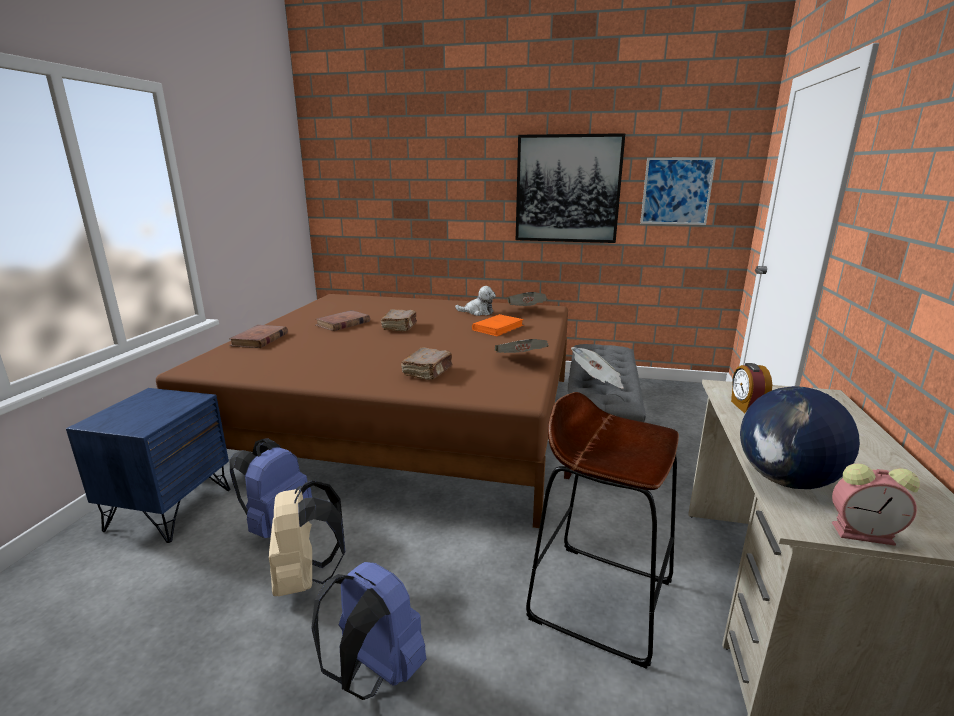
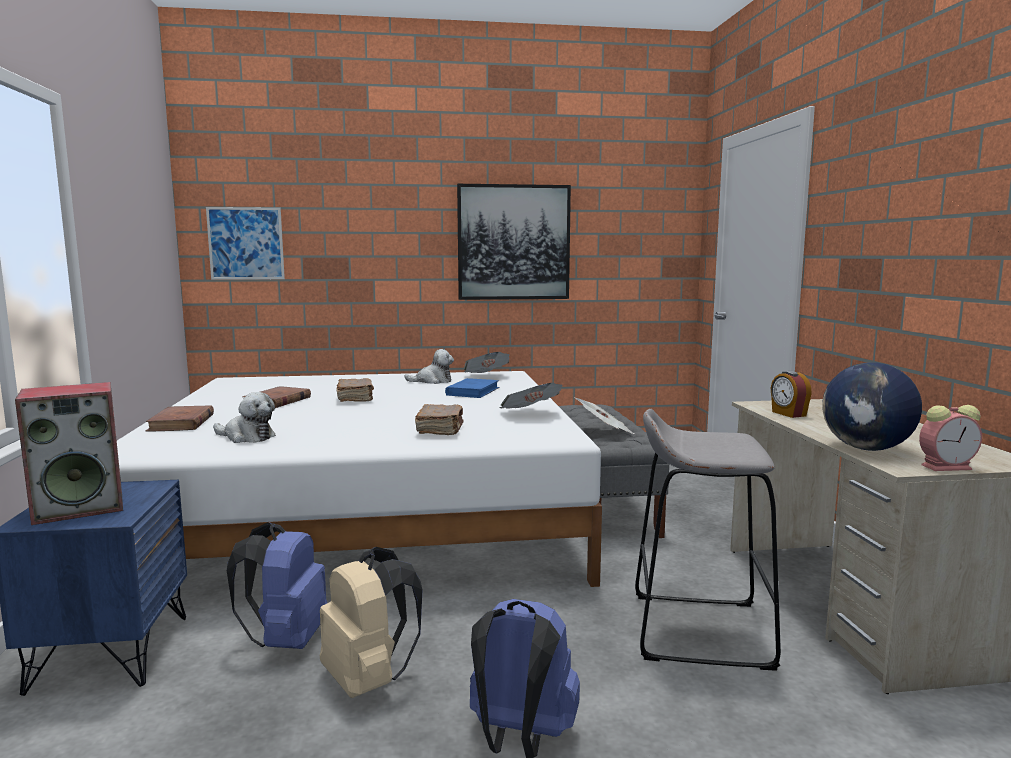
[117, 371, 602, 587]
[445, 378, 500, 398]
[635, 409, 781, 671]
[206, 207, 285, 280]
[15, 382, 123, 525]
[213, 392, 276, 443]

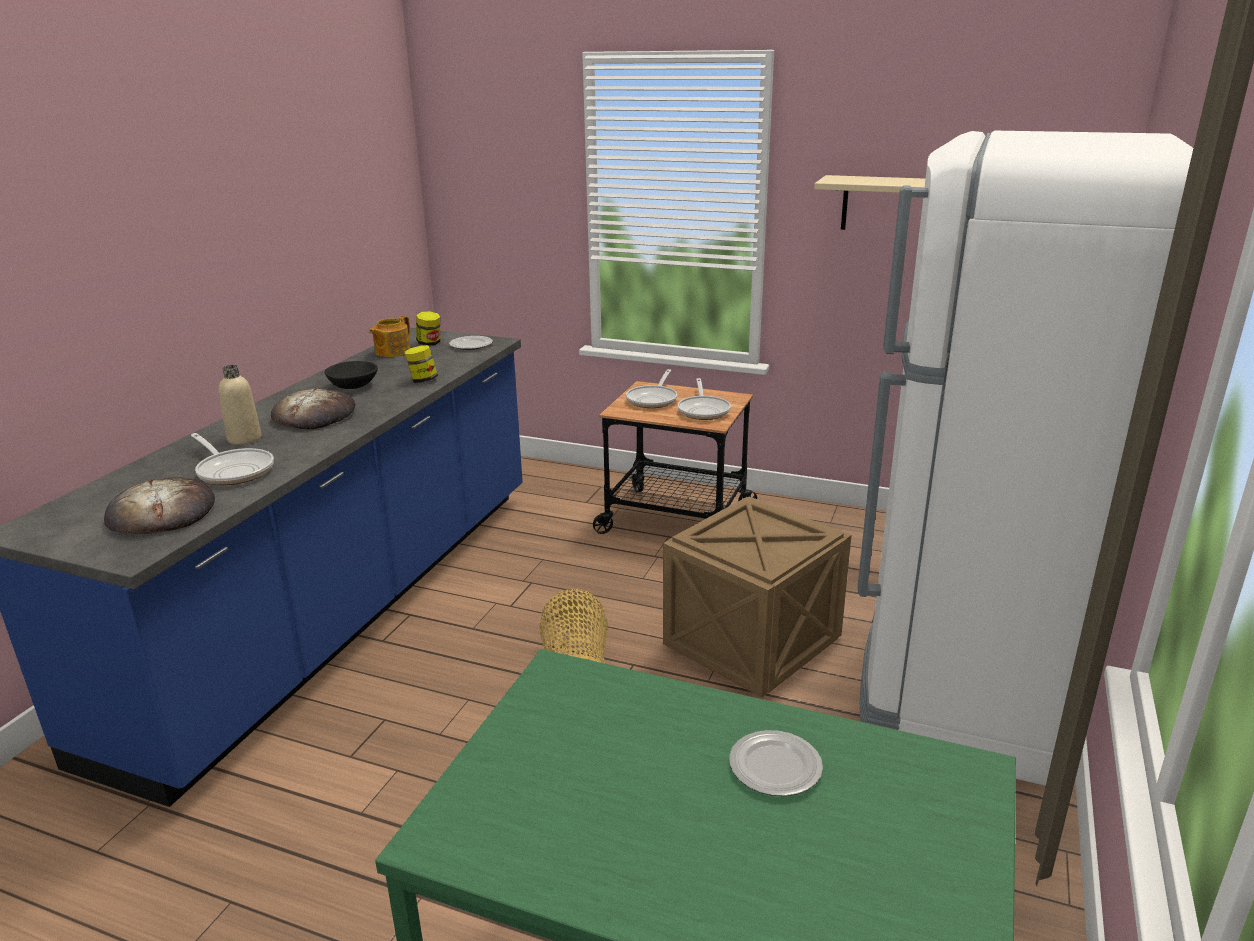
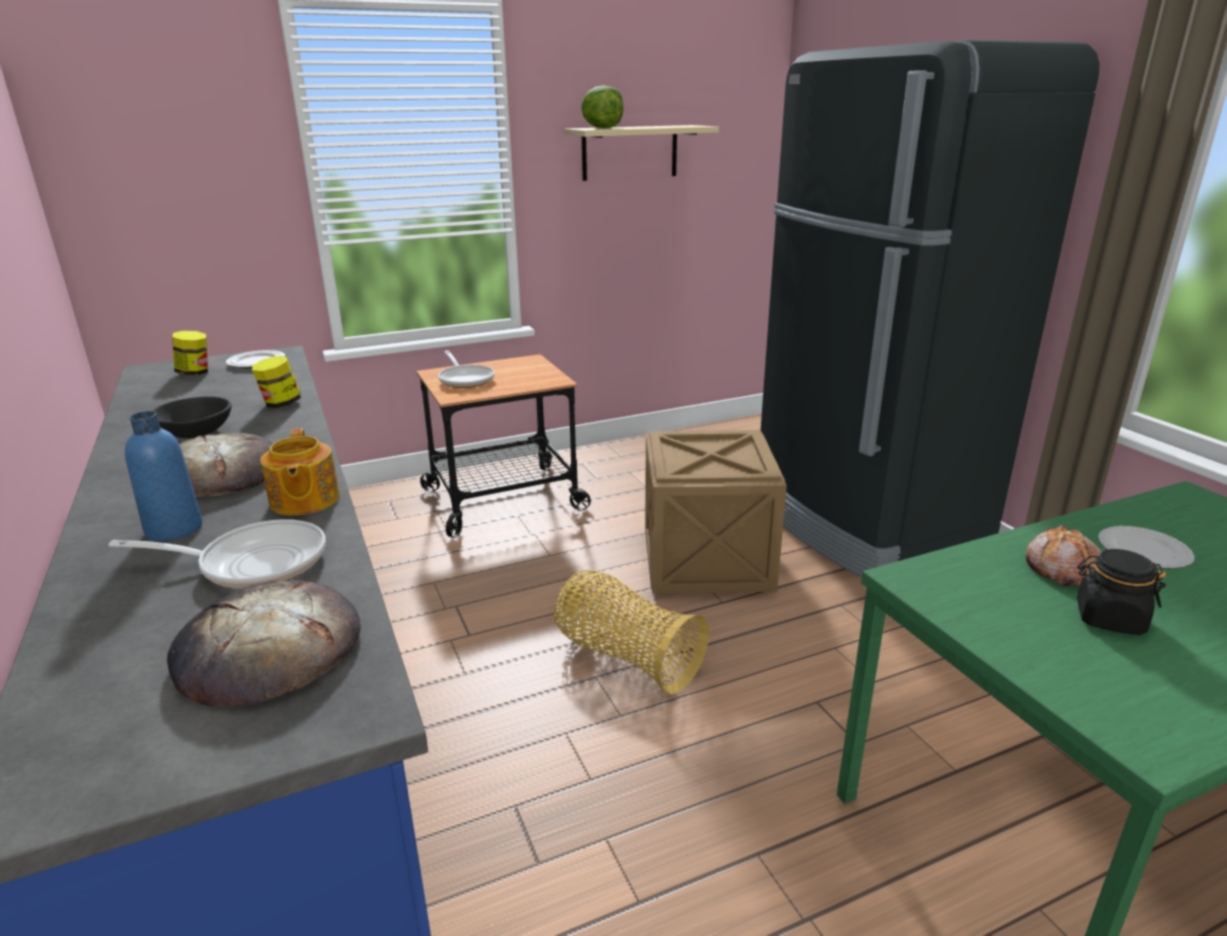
[125, 411, 202, 541]
[260, 428, 340, 515]
[678, 378, 731, 420] (first image)
[761, 40, 1100, 578]
[581, 86, 623, 128]
[1026, 525, 1102, 586]
[1077, 549, 1166, 635]

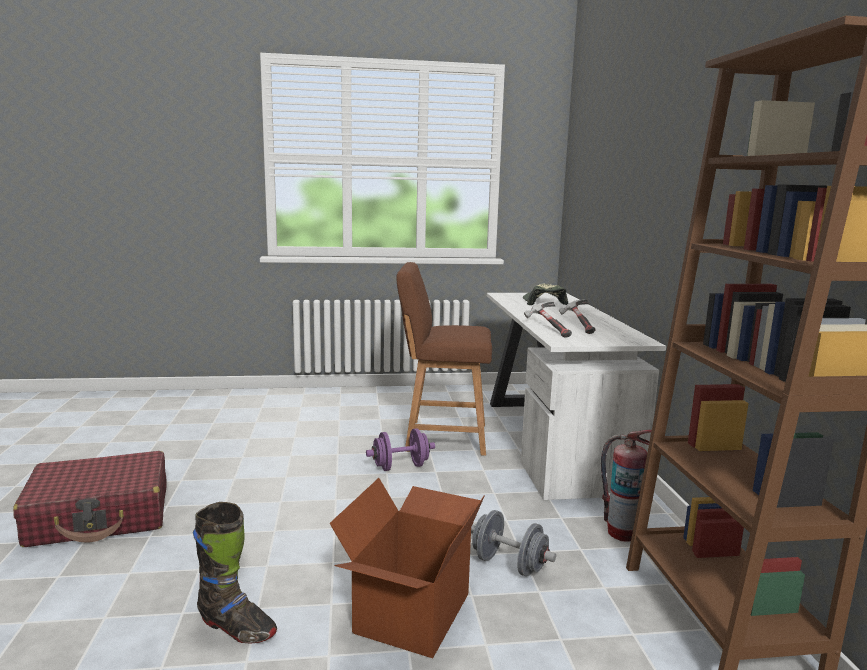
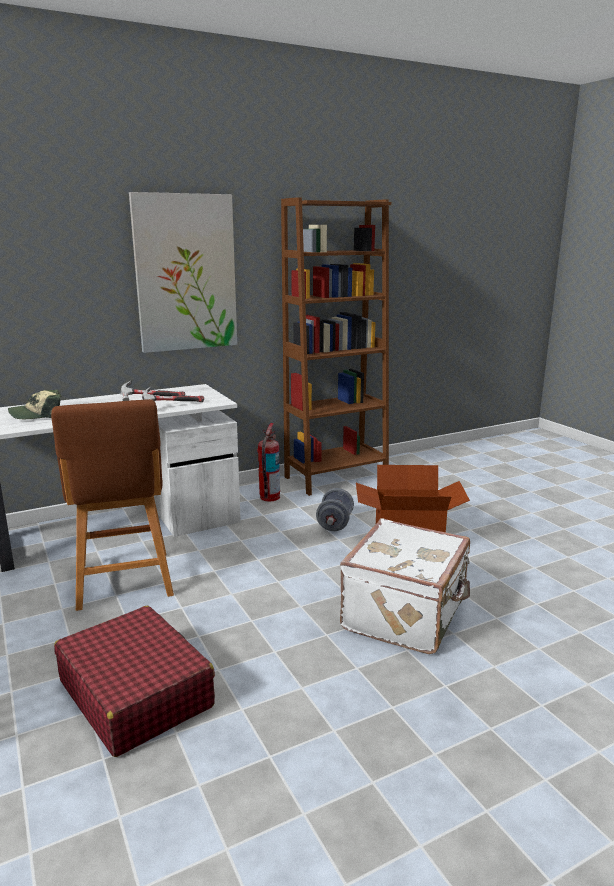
[54, 606, 215, 757]
[193, 502, 277, 644] (first image)
[366, 428, 435, 471] (first image)
[129, 192, 237, 353]
[340, 518, 470, 654]

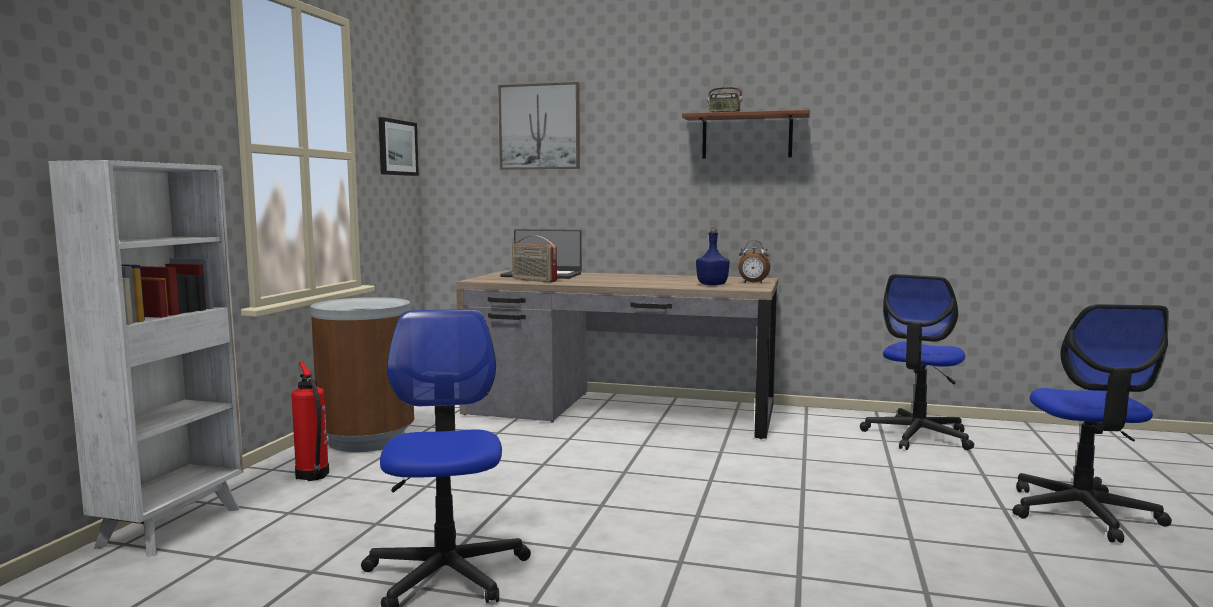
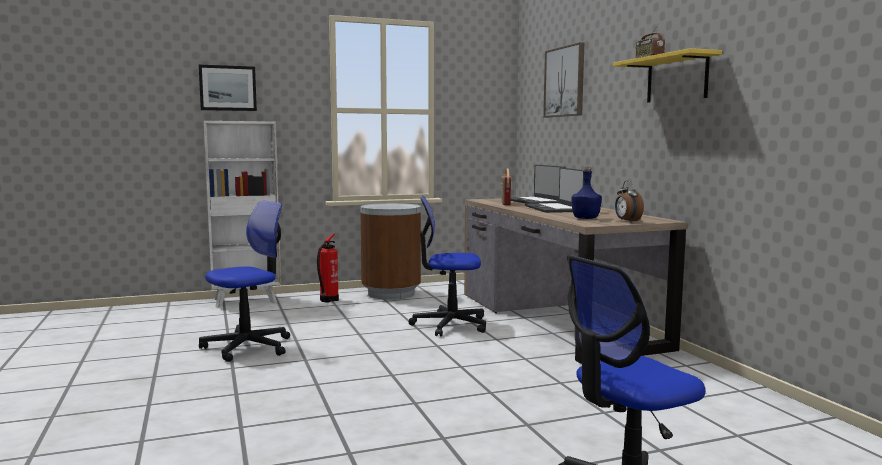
[199, 65, 257, 111]
[613, 48, 722, 103]
[409, 196, 486, 337]
[525, 167, 585, 213]

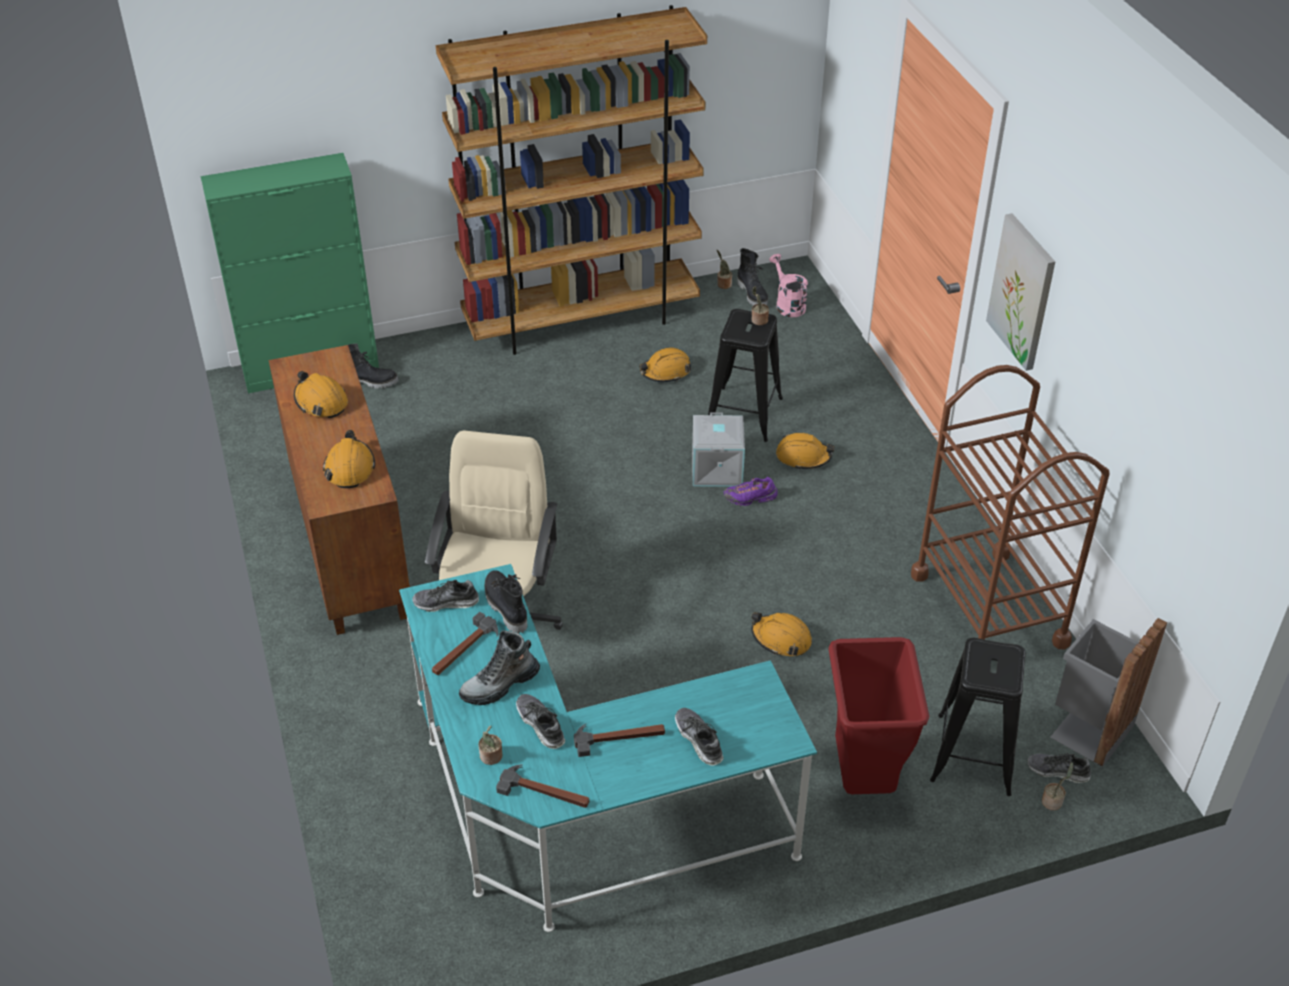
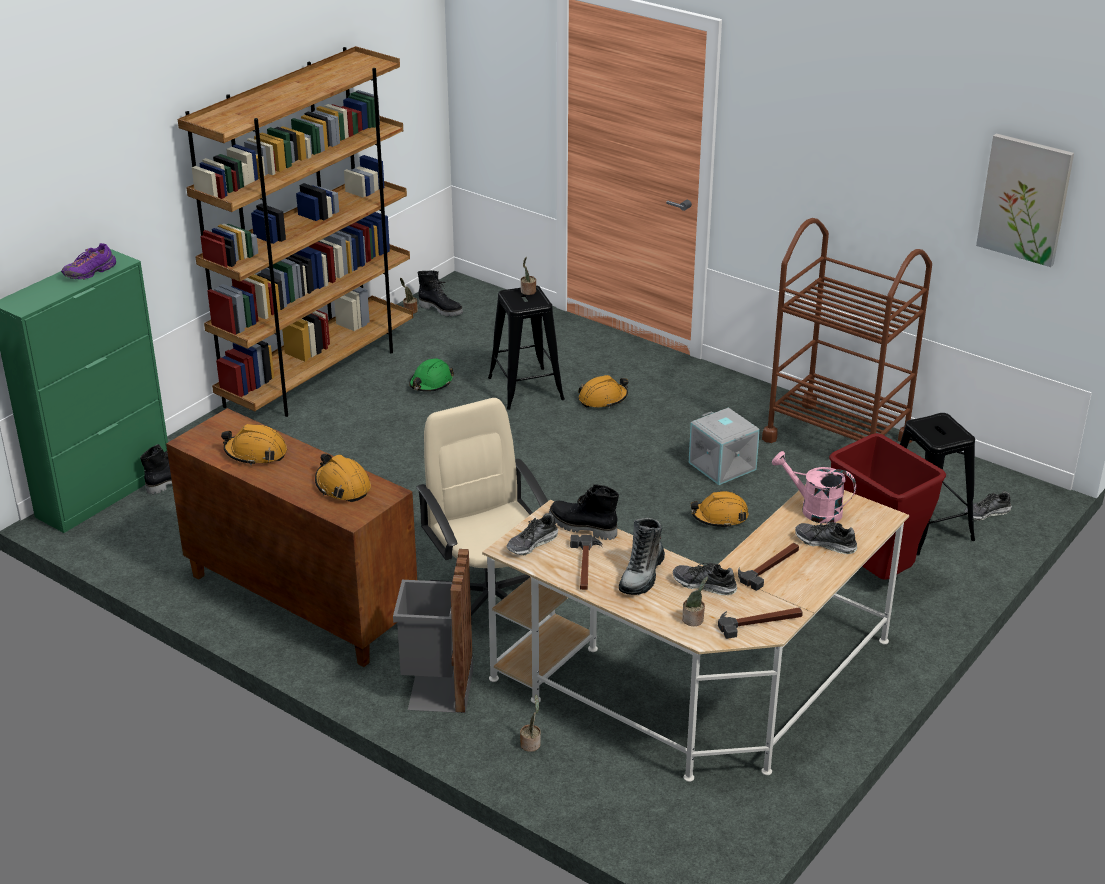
[482, 484, 909, 782]
[409, 359, 454, 392]
[689, 407, 760, 485]
[61, 243, 116, 280]
[772, 451, 856, 524]
[976, 133, 1074, 267]
[520, 695, 541, 752]
[393, 549, 473, 713]

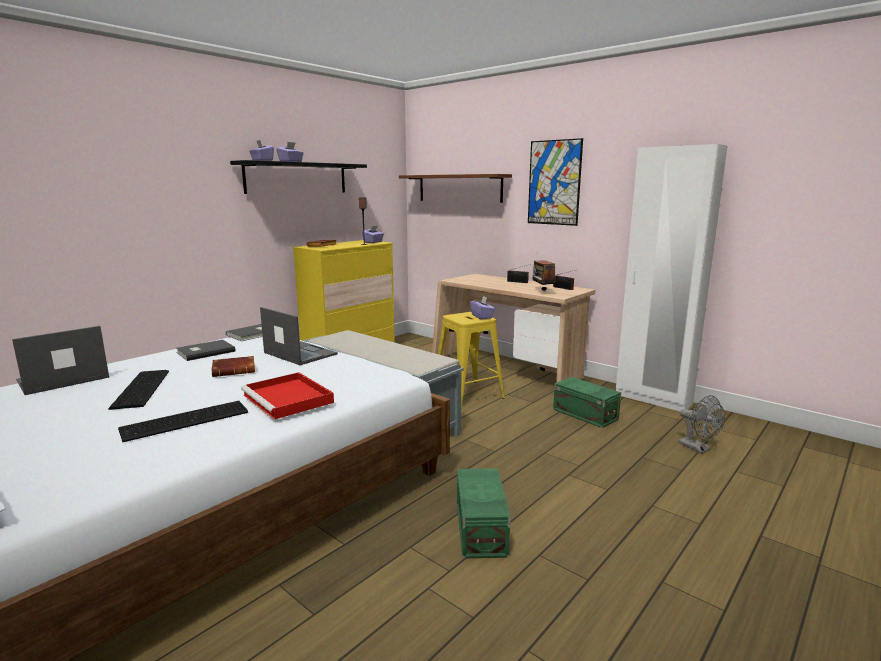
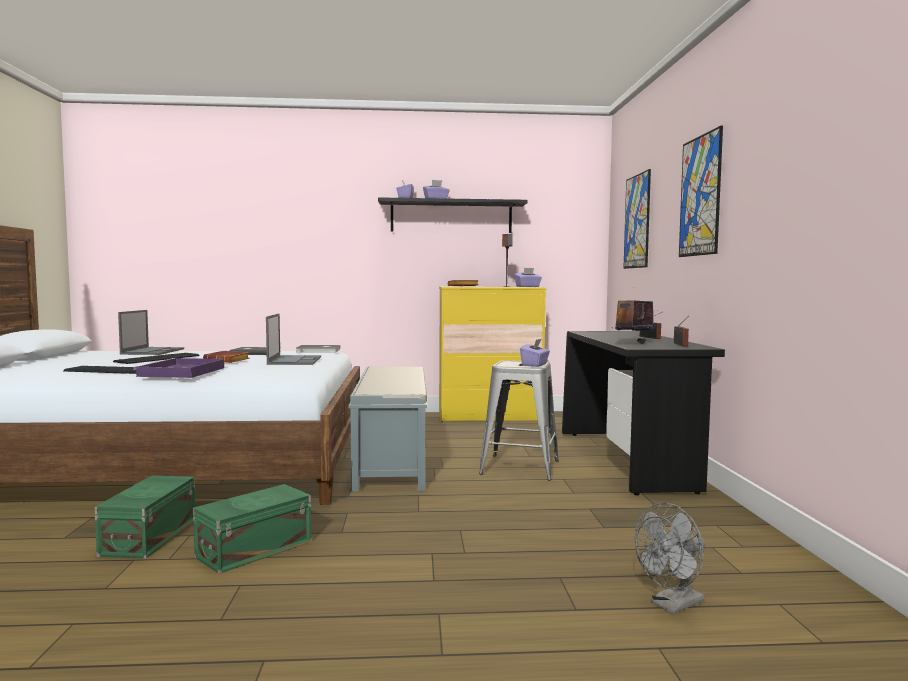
[118, 310, 184, 355]
[134, 358, 224, 378]
[623, 169, 651, 269]
[562, 331, 725, 495]
[479, 360, 559, 481]
[95, 475, 196, 559]
[616, 144, 727, 411] (first image)
[635, 503, 705, 614]

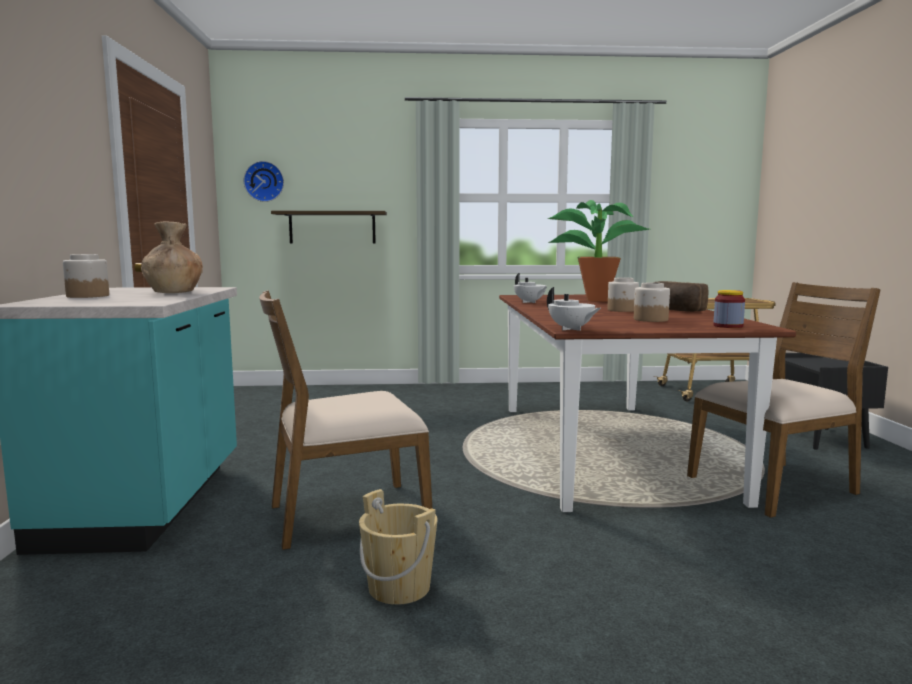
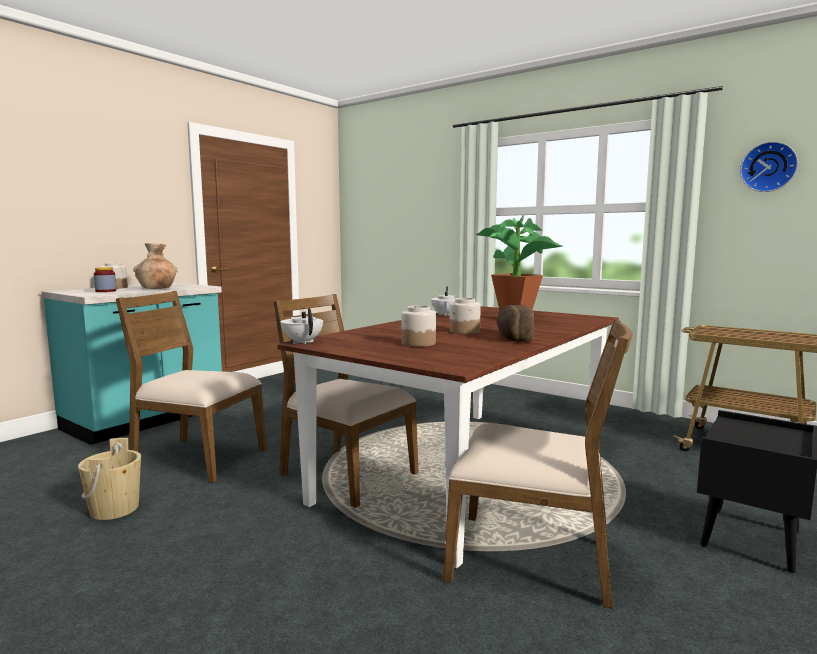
[740, 142, 798, 192]
[271, 211, 387, 244] (first image)
[280, 308, 323, 344]
[94, 267, 116, 292]
[273, 294, 419, 508]

